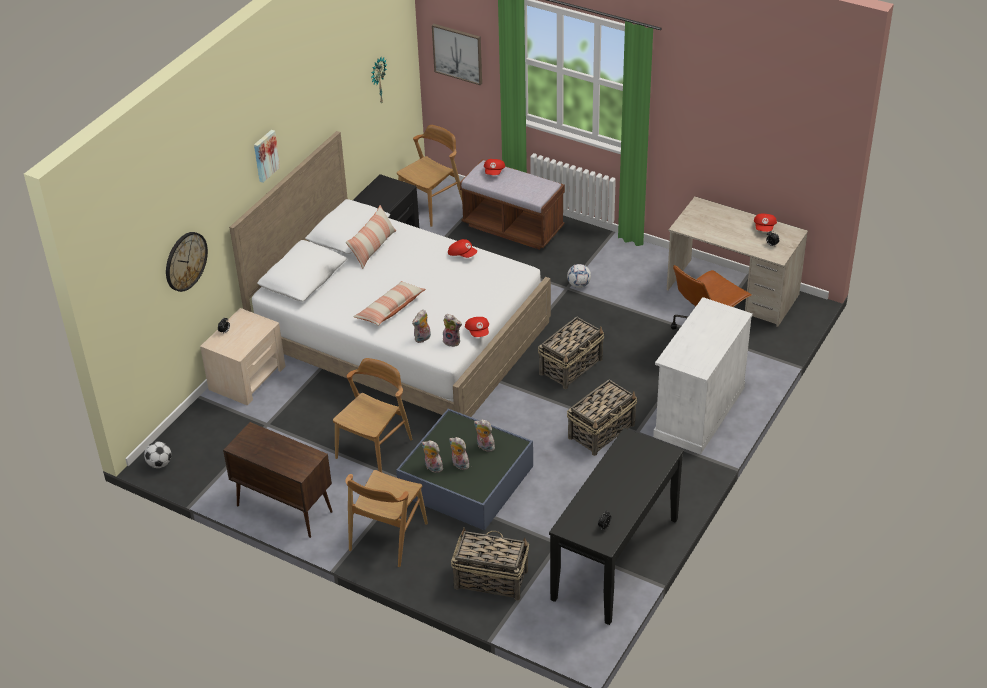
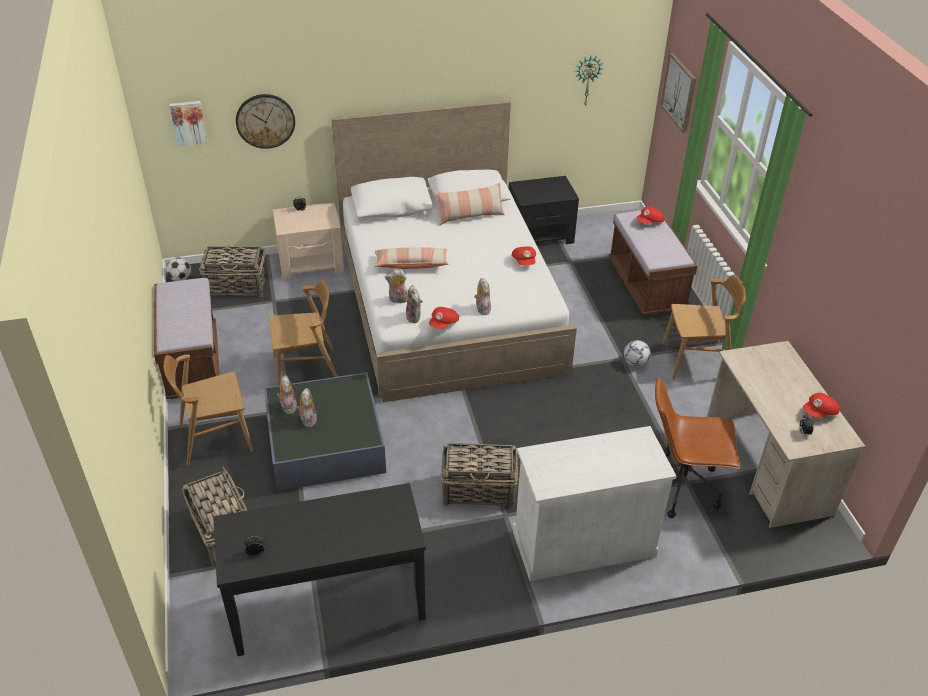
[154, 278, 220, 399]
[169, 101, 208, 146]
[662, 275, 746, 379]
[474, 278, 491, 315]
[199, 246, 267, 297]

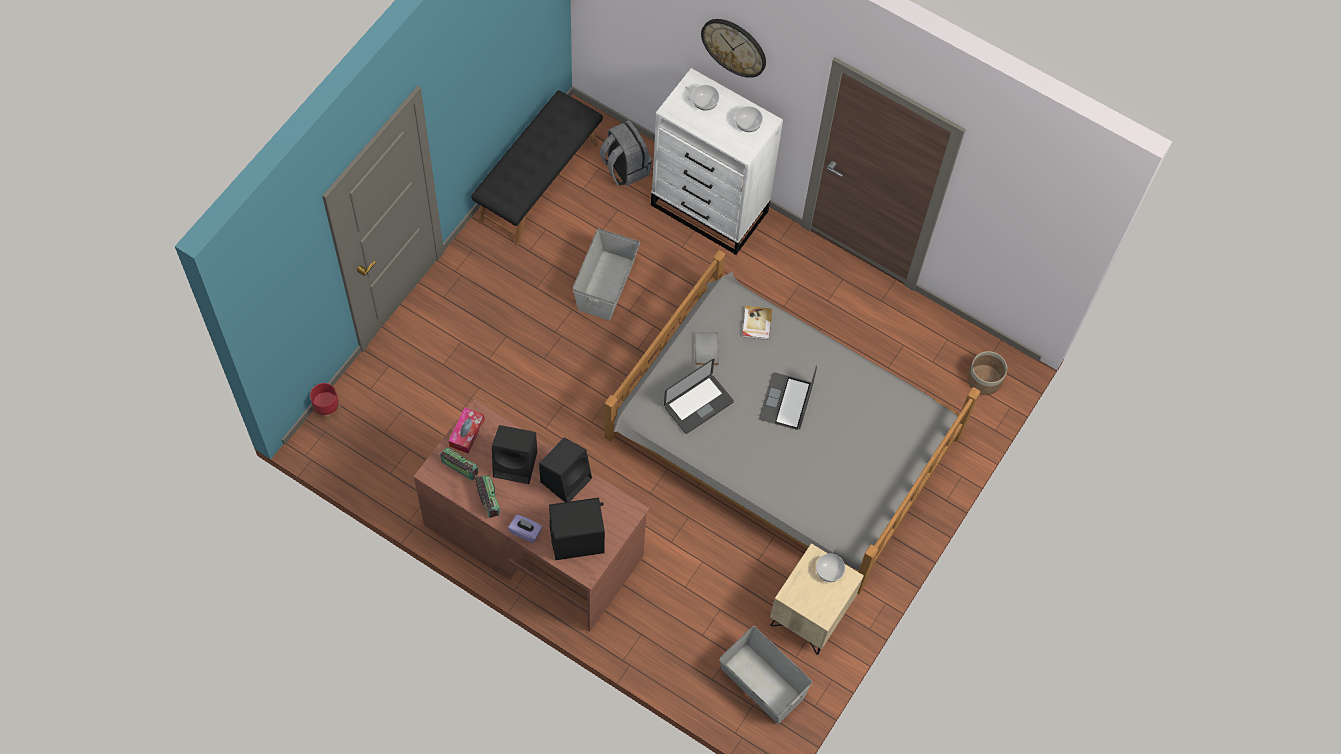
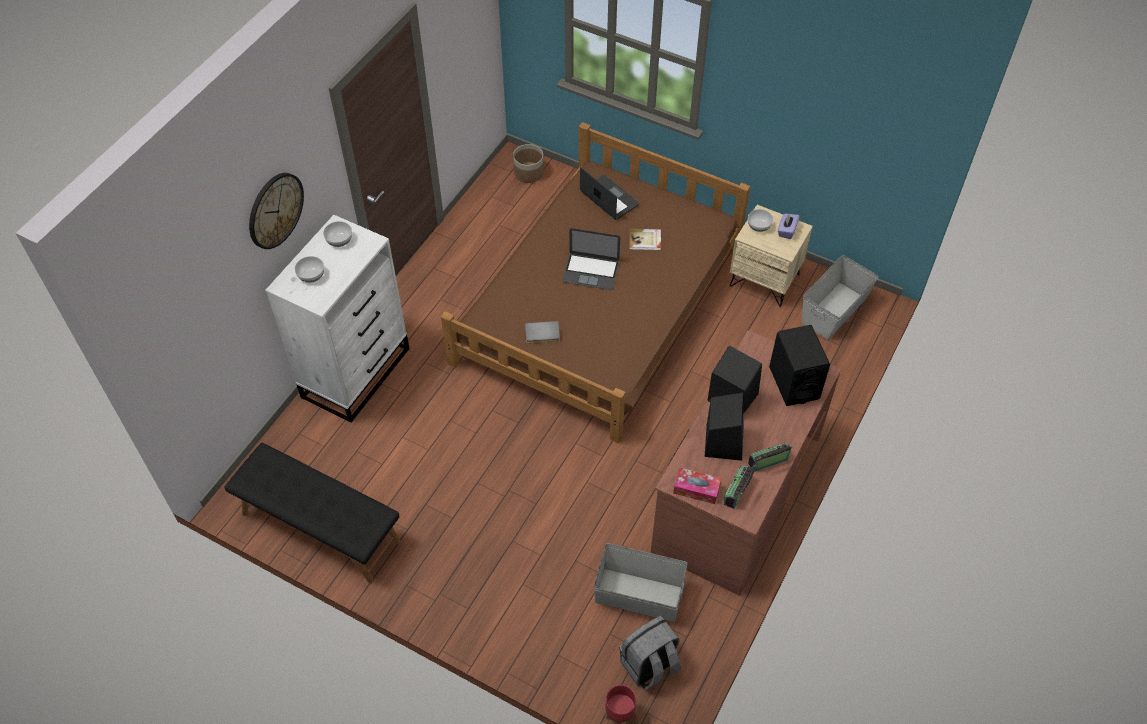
[778, 214, 800, 239]
[594, 543, 688, 622]
[620, 616, 681, 690]
[441, 122, 750, 443]
[580, 167, 639, 220]
[630, 229, 661, 250]

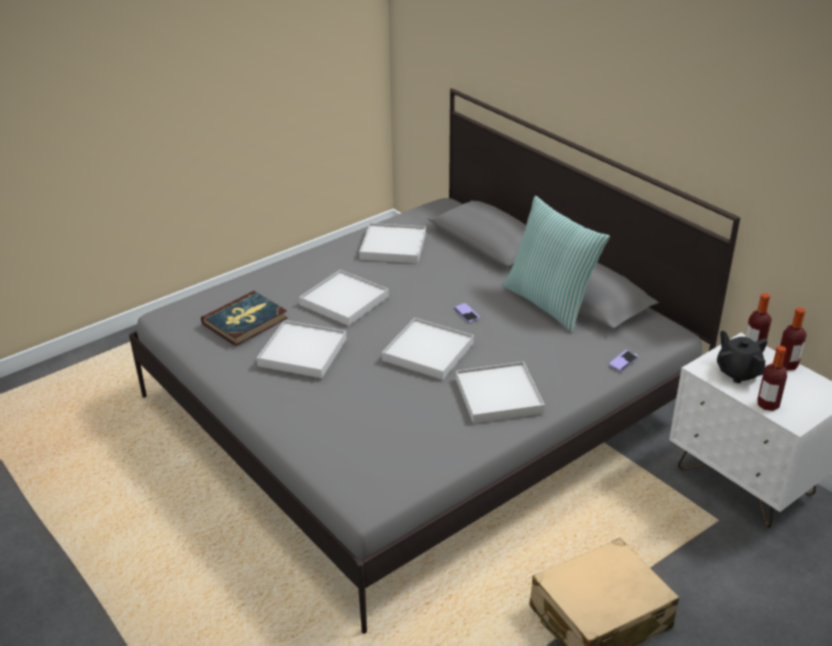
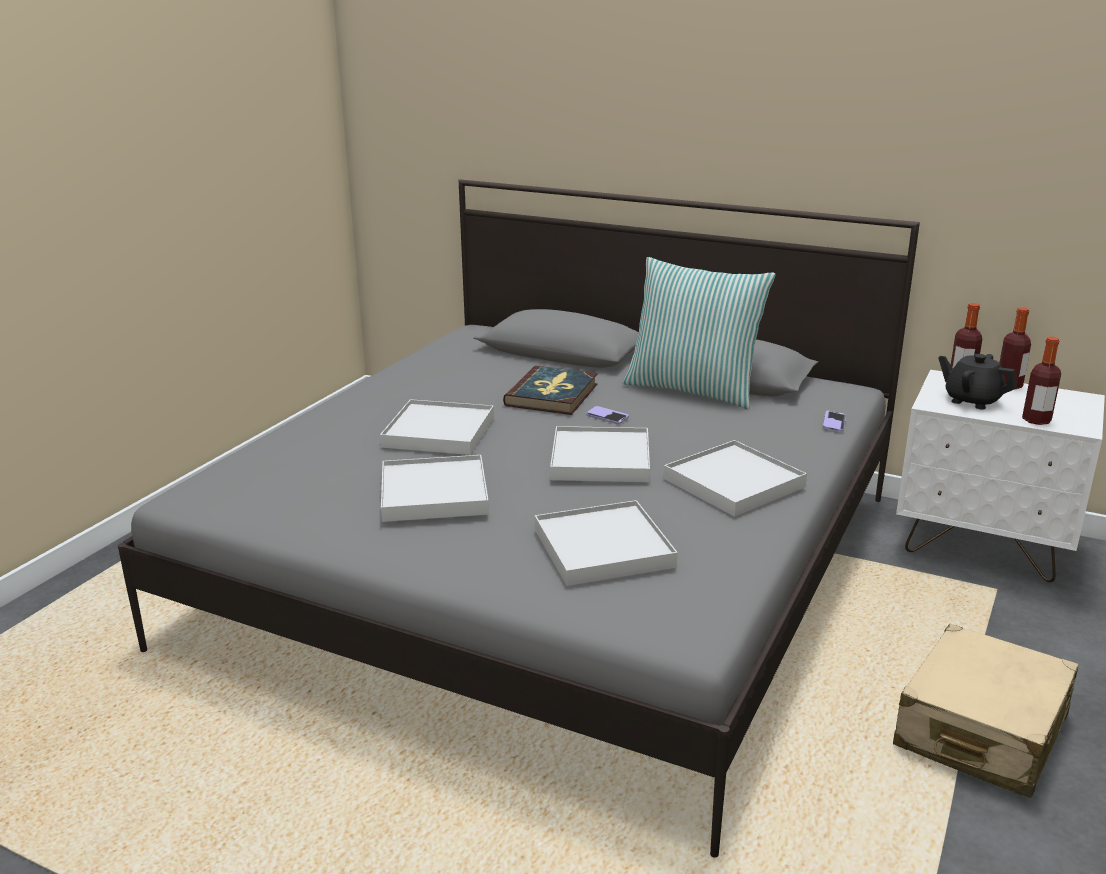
[503, 366, 598, 415]
[535, 500, 678, 586]

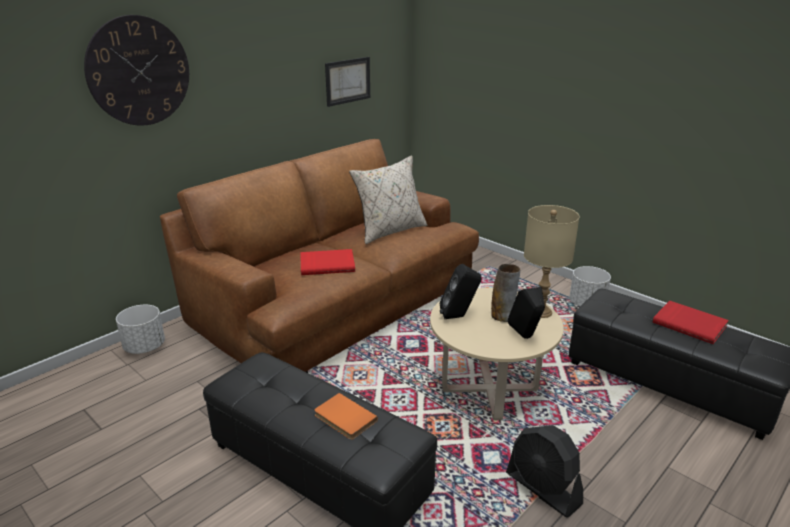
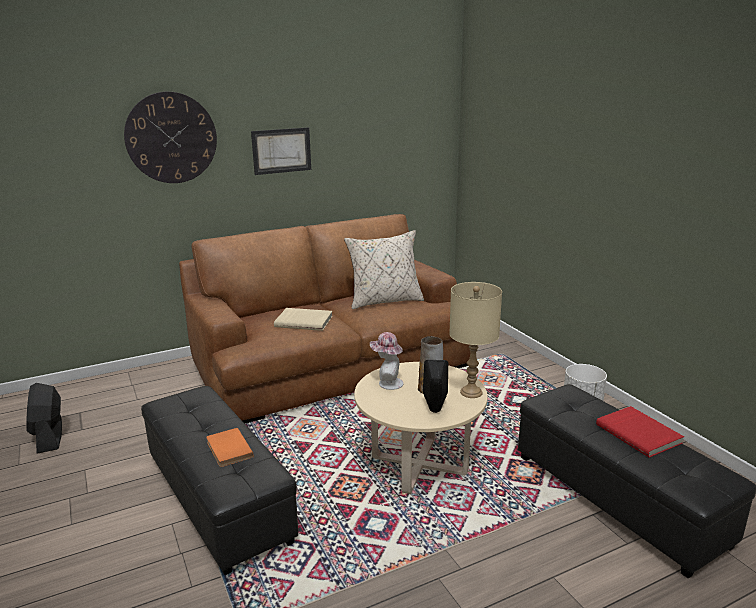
[116, 305, 165, 354] (first image)
[274, 308, 332, 331]
[251, 127, 311, 175]
[370, 332, 403, 390]
[26, 383, 62, 454]

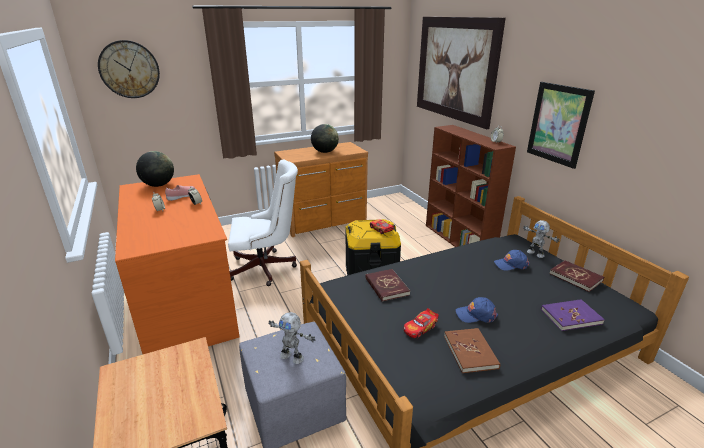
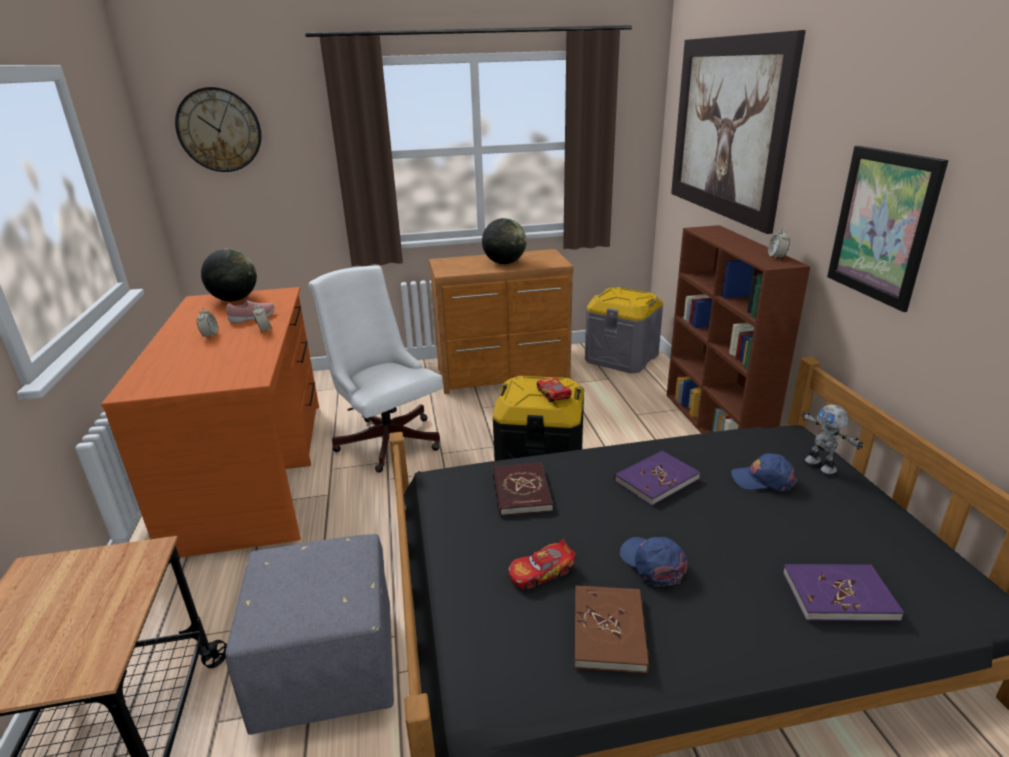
[309, 265, 443, 473]
[268, 312, 315, 364] (first image)
[620, 537, 688, 587]
[549, 260, 604, 292] (first image)
[585, 287, 663, 374]
[614, 451, 700, 506]

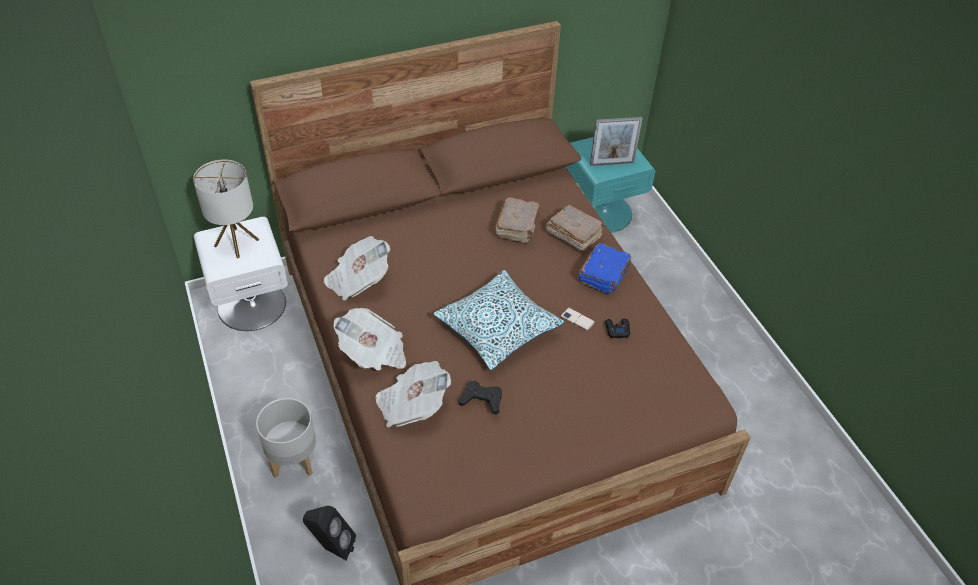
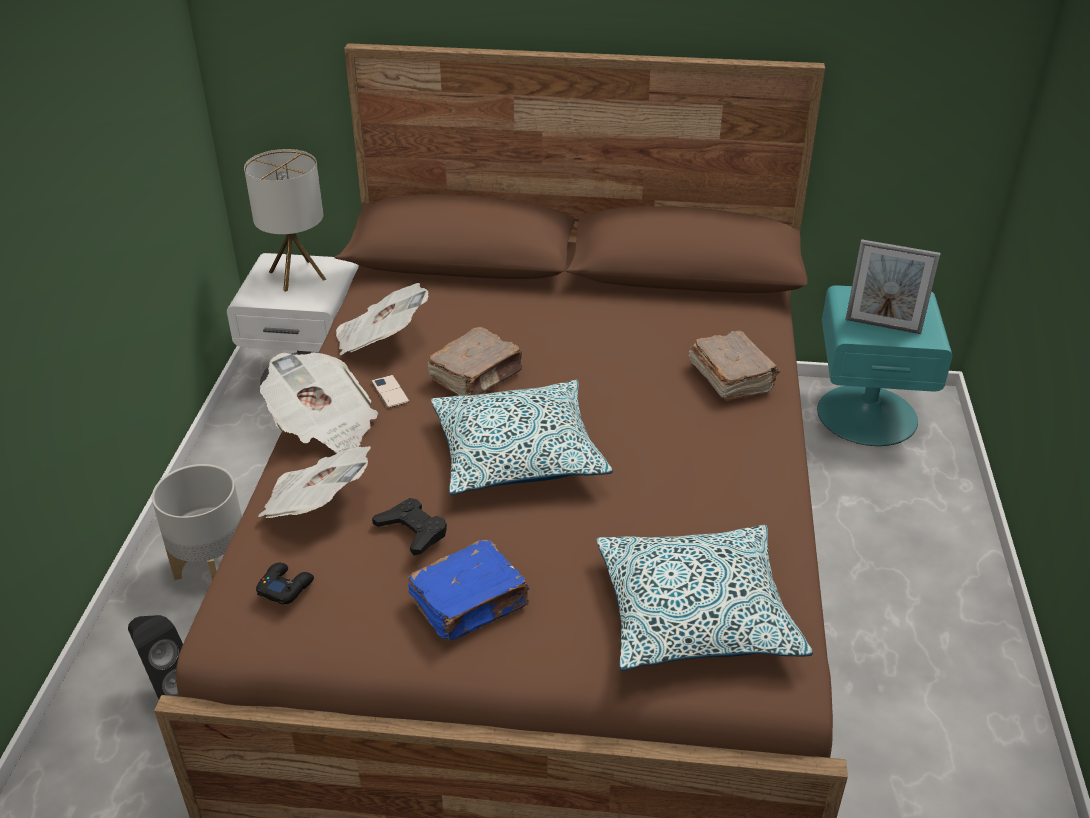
[427, 327, 523, 396]
[372, 375, 409, 408]
[407, 540, 530, 641]
[256, 563, 314, 605]
[597, 525, 813, 670]

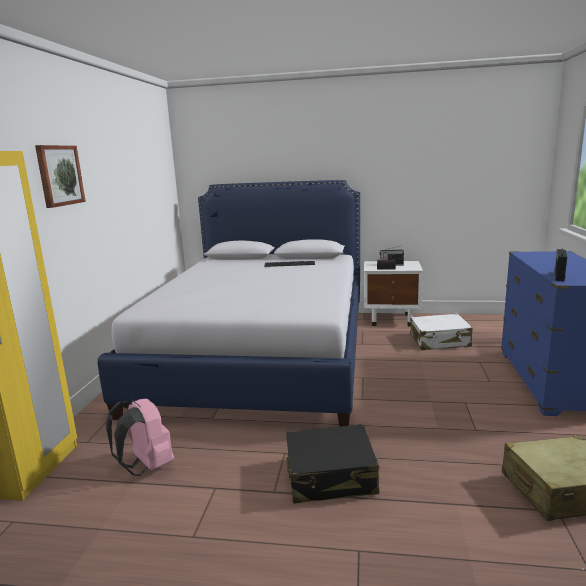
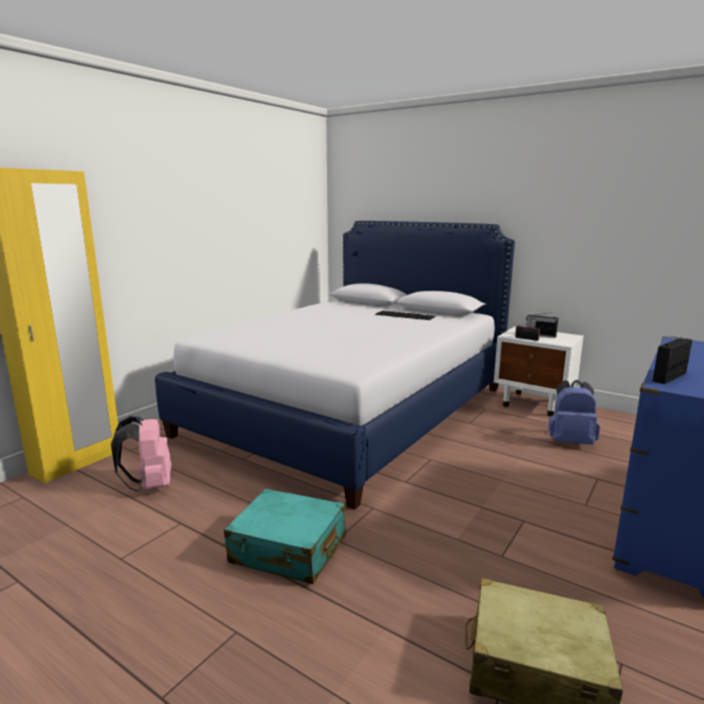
[35, 145, 86, 208] (first image)
[224, 489, 346, 584]
[548, 380, 600, 445]

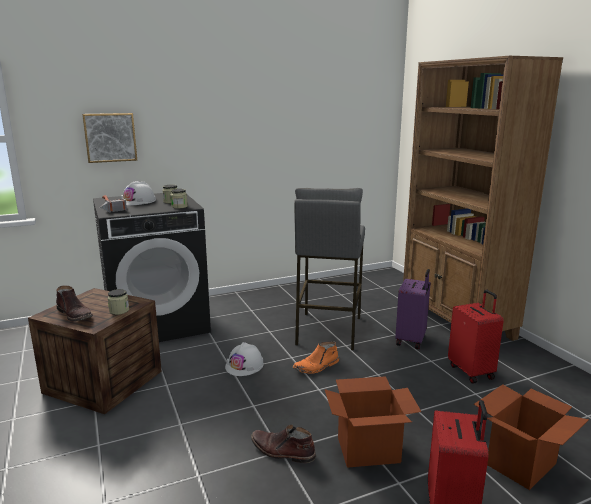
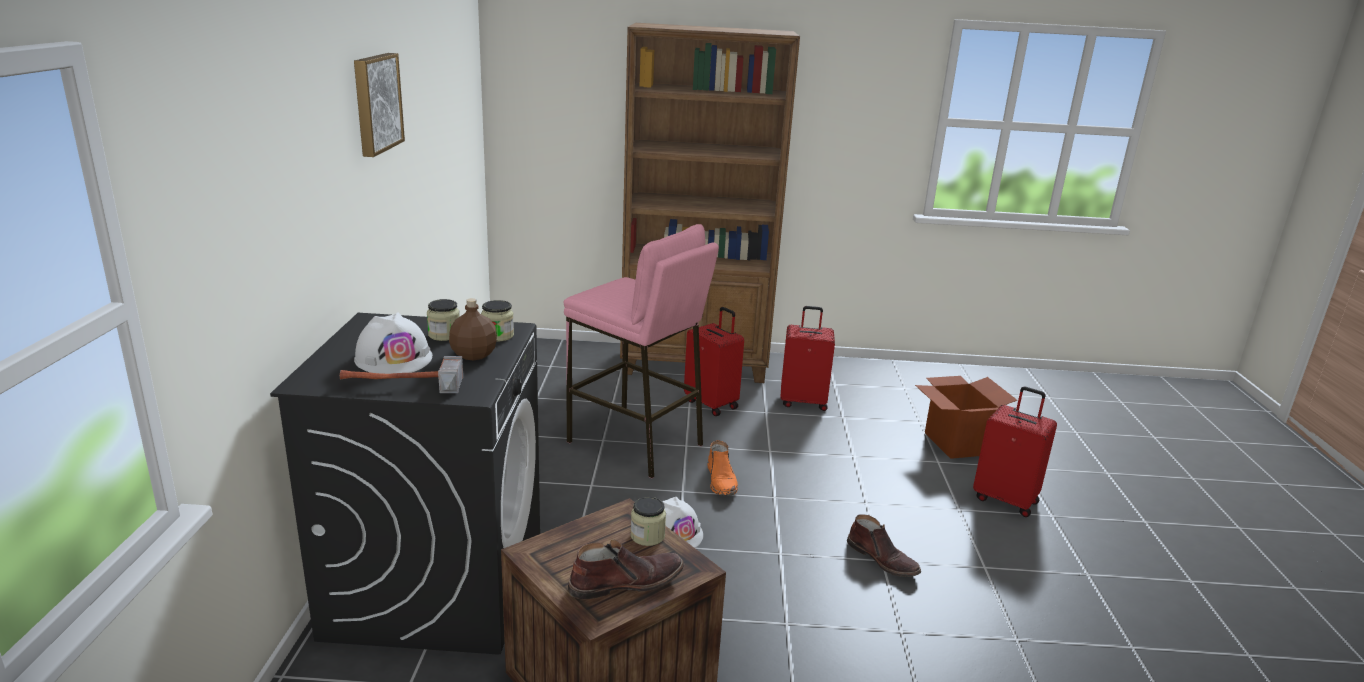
[354, 53, 405, 157]
[847, 514, 921, 577]
[564, 224, 719, 478]
[325, 376, 422, 468] (first image)
[684, 307, 744, 416]
[449, 298, 497, 360]

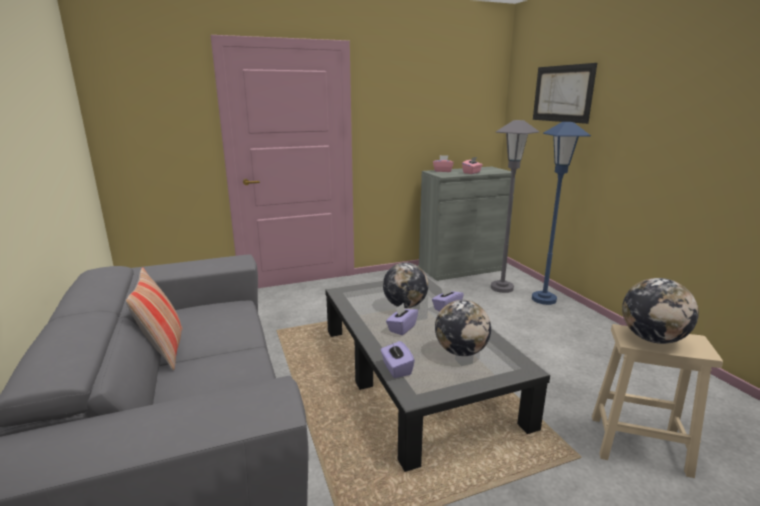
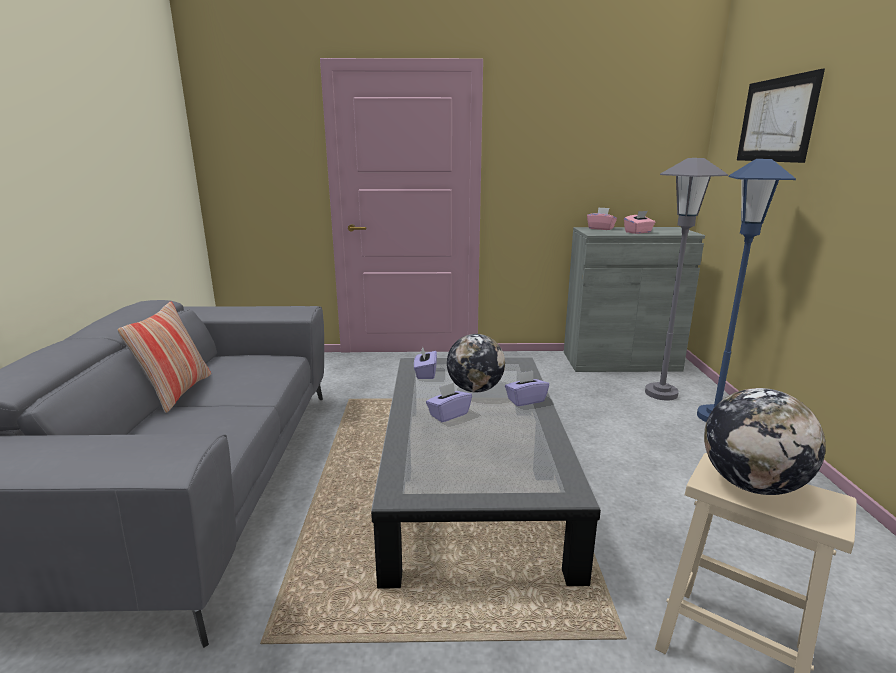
[414, 347, 437, 379]
[435, 300, 491, 356] (first image)

